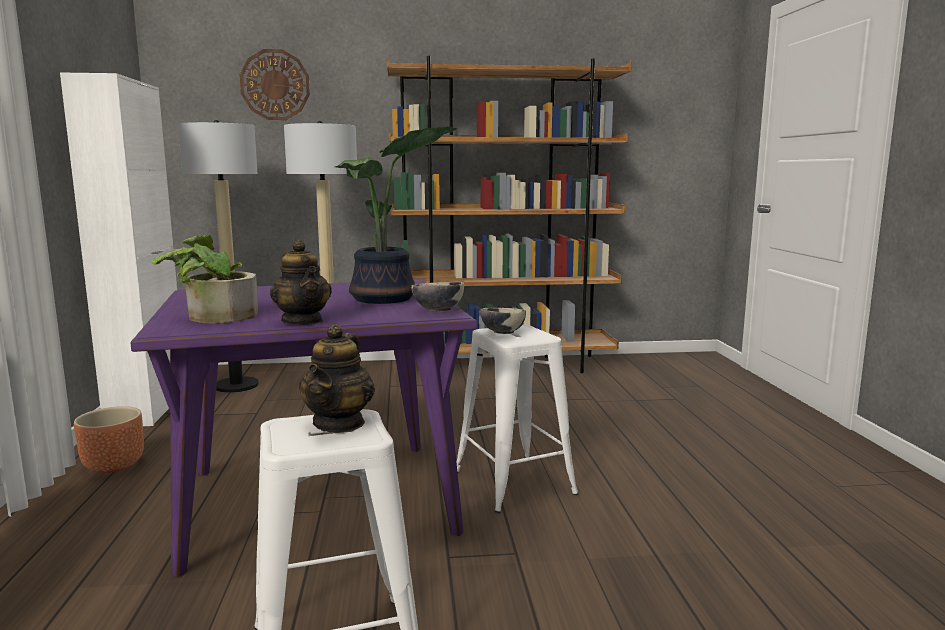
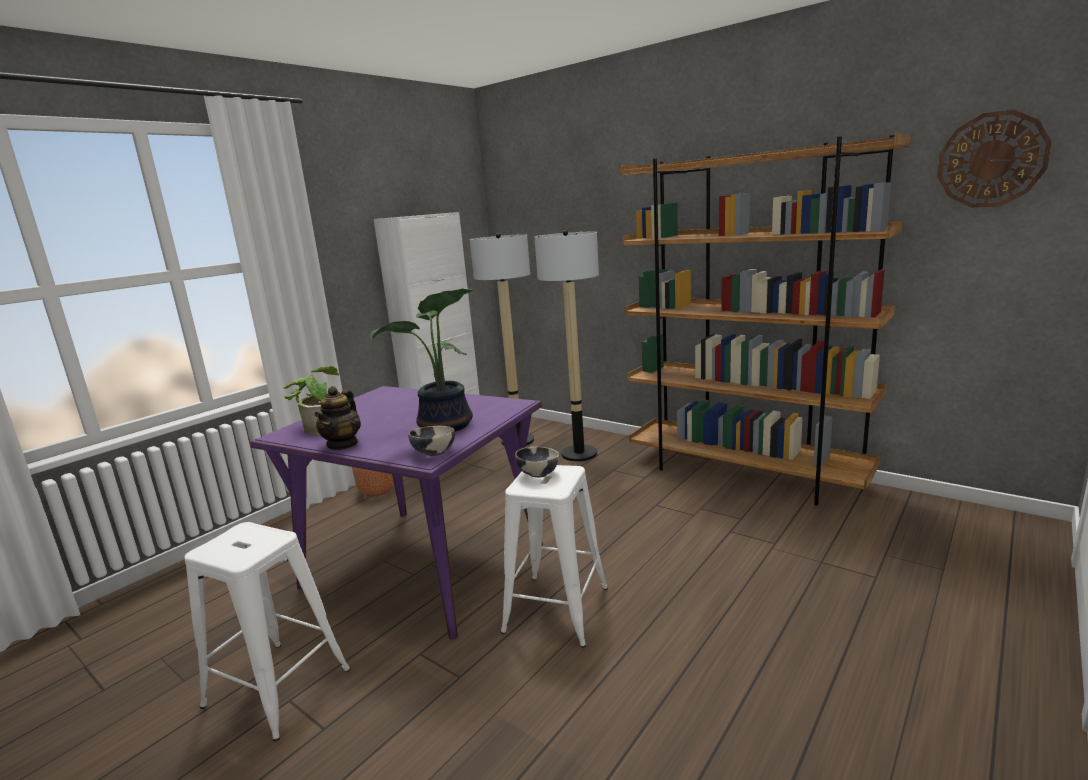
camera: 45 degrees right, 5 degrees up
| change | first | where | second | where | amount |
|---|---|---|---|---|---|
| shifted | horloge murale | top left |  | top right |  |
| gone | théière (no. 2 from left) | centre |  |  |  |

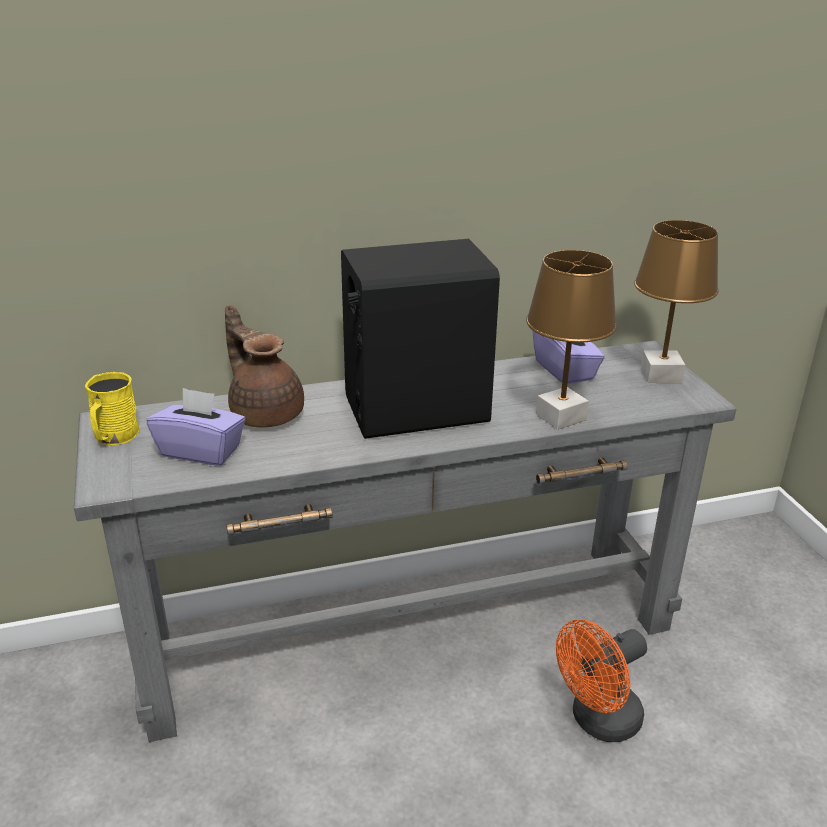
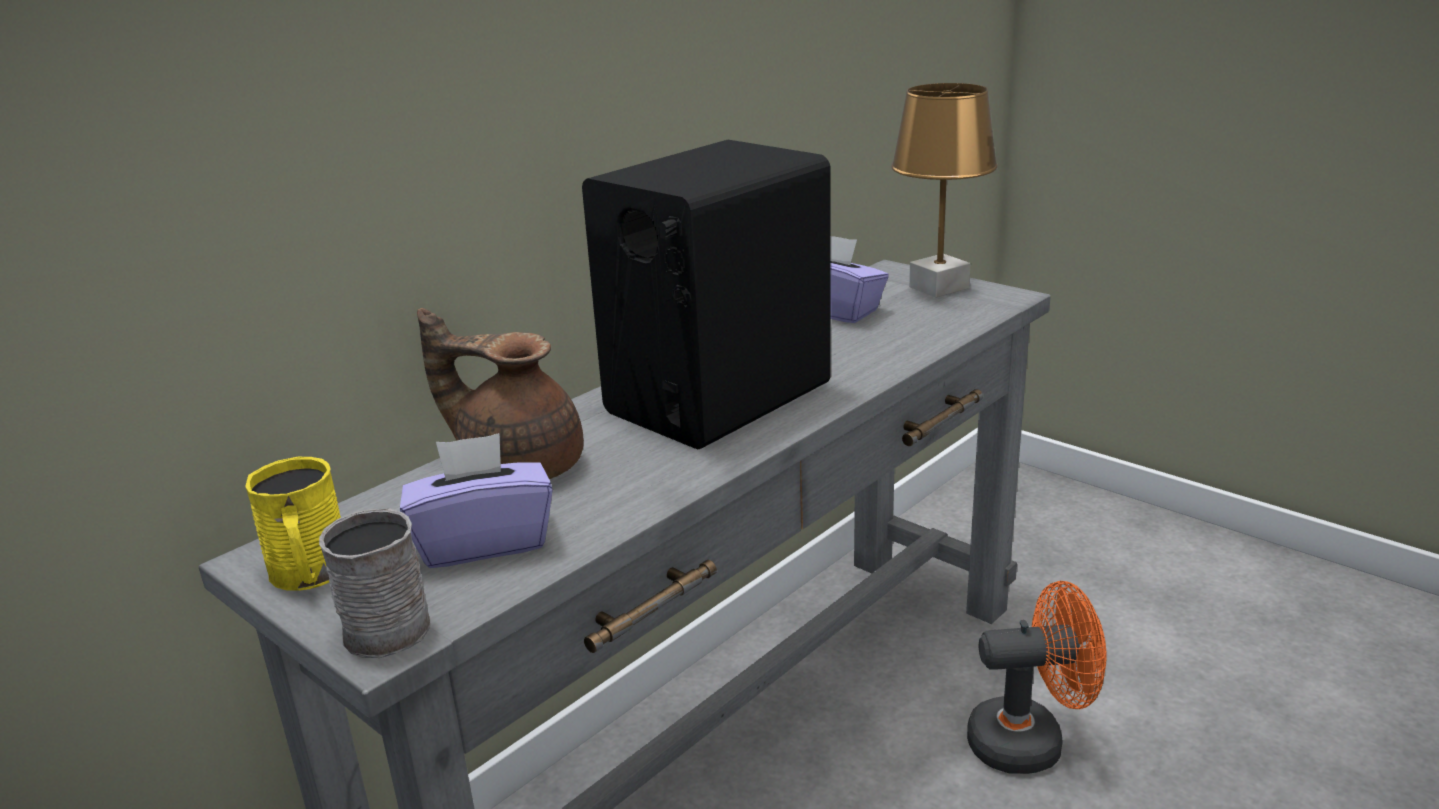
camera: 30 degrees left, 5 degrees down
| change | first | where | second | where | amount |
|---|---|---|---|---|---|
| gone | lampe de table [marron] (no. 1 from left) | middle right |  |  |  |
| rotated | ventilateur [orange] | bottom right |  | bottom right | 120 degrees counterclockwise |
| new |  |  | mug [gris] | bottom left |  |

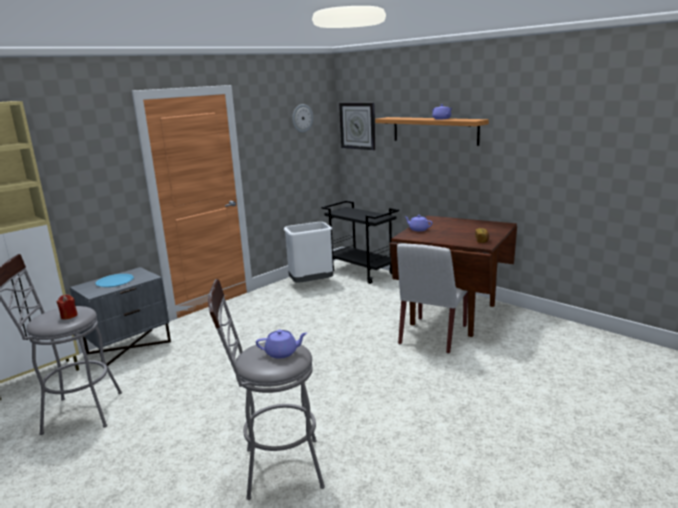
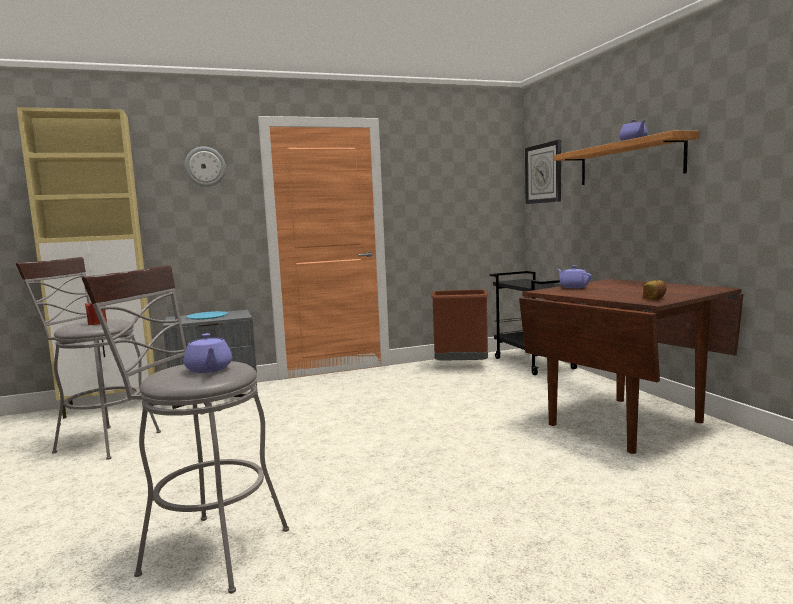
camera: 25 degrees right, 10 degrees down
| change | first | where | second | where | amount |
|---|---|---|---|---|---|
| shifted | horloge murale (no. 1 from left) | top centre |  | top left |  |
| repainted | poubelle [blanc] | centre | poubelle [marron] | centre |  |
| gone | chaise [blanc] | centre |  |  |  |
| rotated | théière [violet] (no. 1 from left) | bottom centre |  | middle left | 45 degrees clockwise |

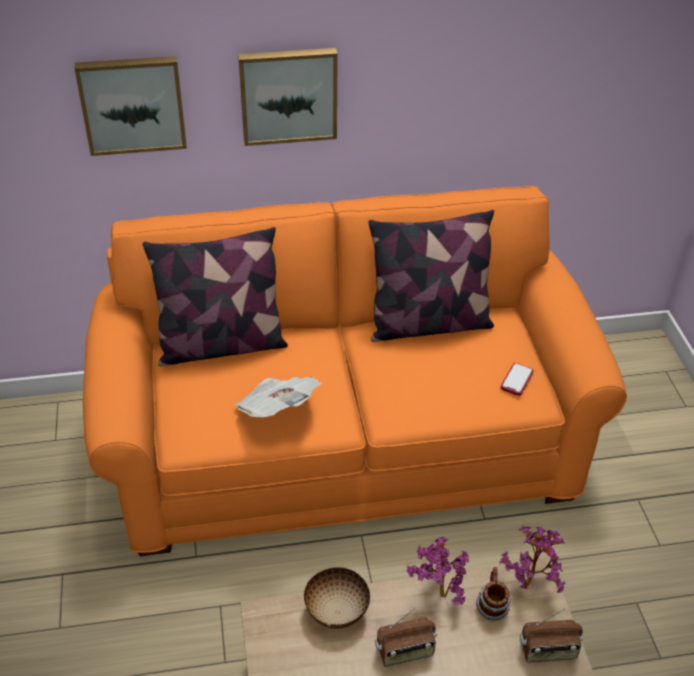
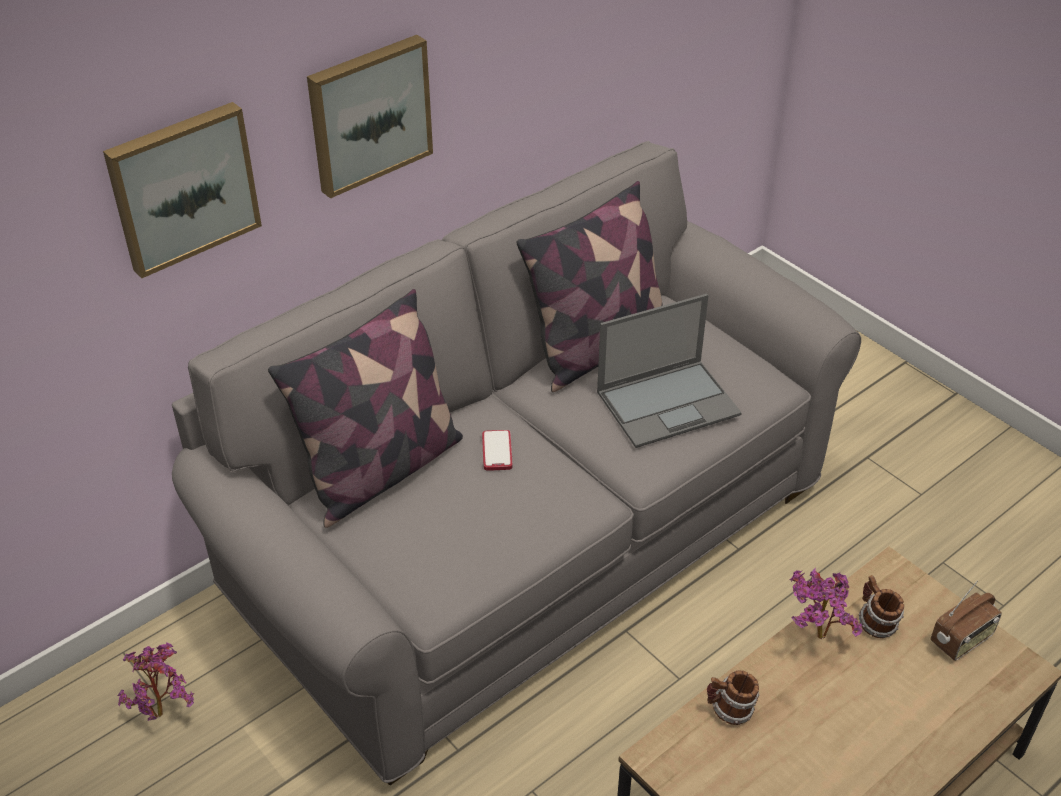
camera: 30 degrees left, 0 degrees up
| change | first | where | second | where | amount |
|---|---|---|---|---|---|
| repainted | canapé [orange] | centre | canapé [gris] | centre |  |
| shifted | téléphone | middle right |  | centre |  |
| gone | journal | centre |  |  |  |
| shifted | plante en pot (no. 2 from left in the first image) | bottom right | plante en pot (no. 1 from left) | bottom left |  |
| swapped | bol | bottom centre | mug (no. 1 from left) | bottom right |  |
| gone | radio (no. 1 from left) | bottom centre |  |  |  |
| new |  |  | ordinateur portable | centre |  |

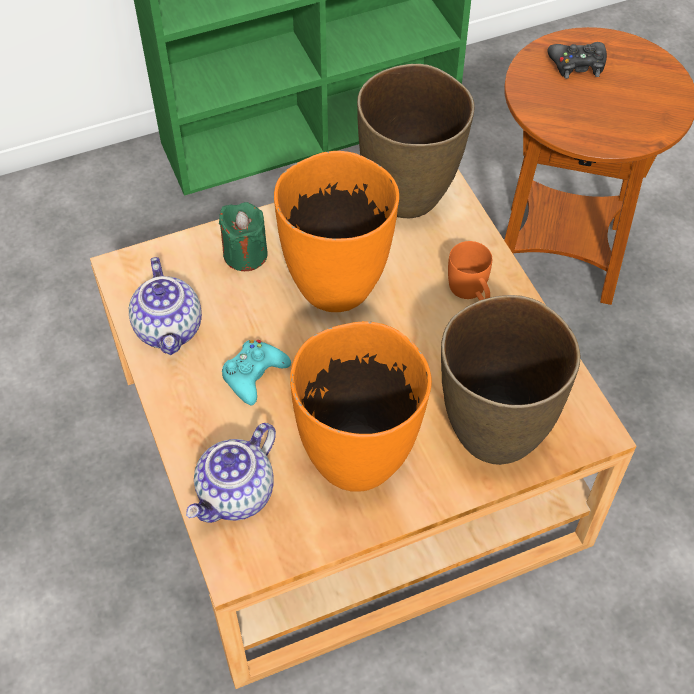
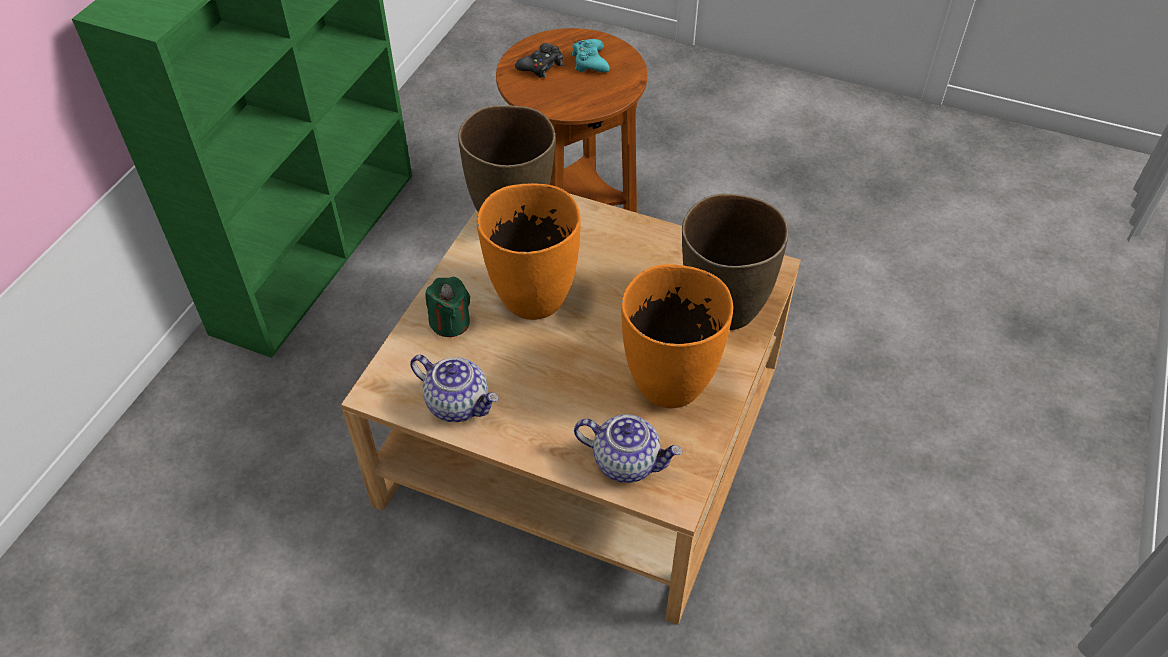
camera: 45 degrees left, 5 degrees down
| change | first | where | second | where | amount |
|---|---|---|---|---|---|
| gone | mug [orange] | middle right |  |  |  |
| shifted | manette [turquoise] | centre |  | top centre |  |
| rotated | théière (no. 2 from left) | bottom left |  | bottom centre | 60 degrees counterclockwise |

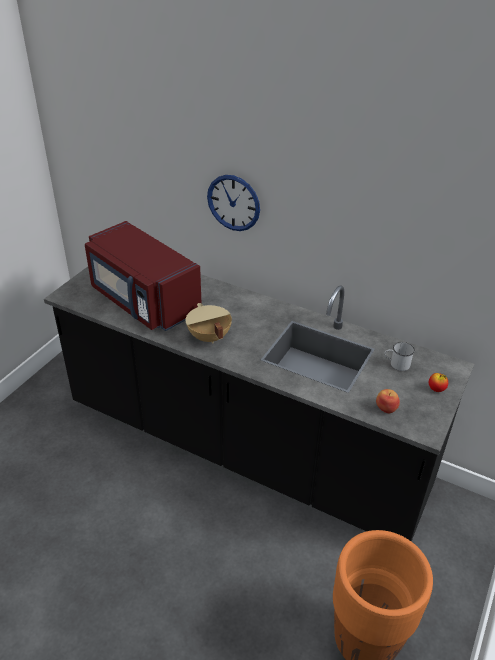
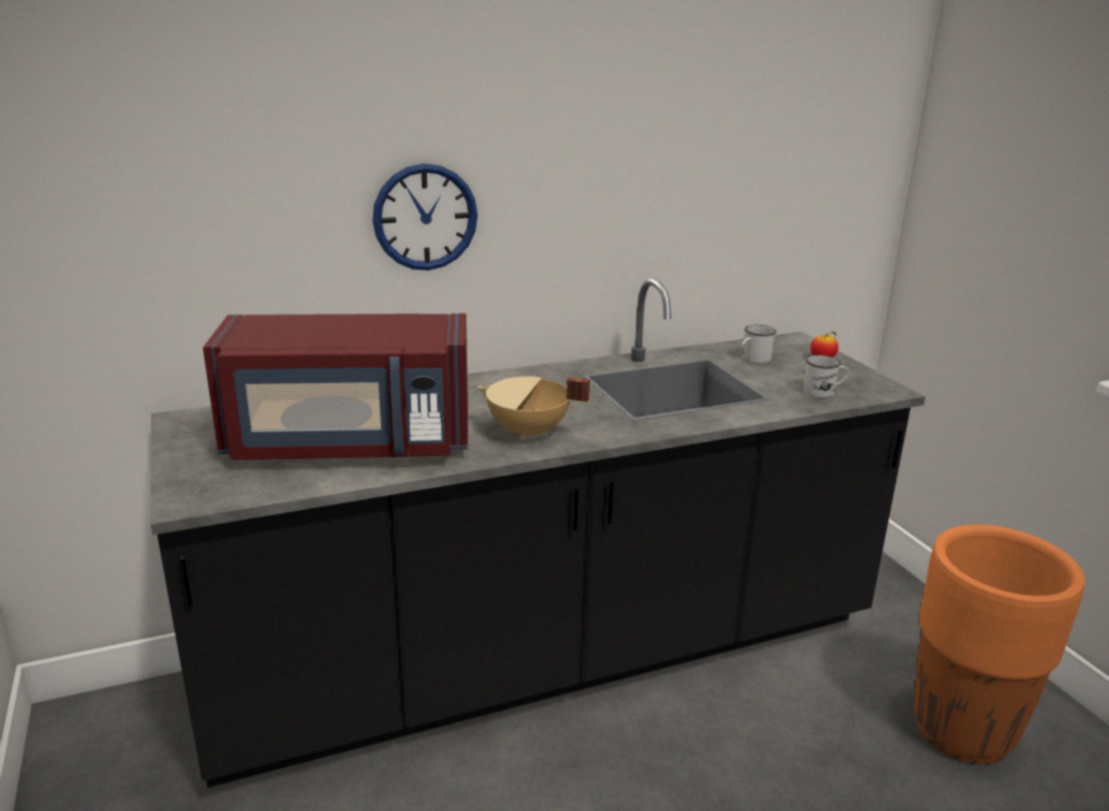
camera: 50 degrees left, 15 degrees down
| change | first | where | second | where | amount |
|---|---|---|---|---|---|
| swapped | pomme (no. 1 from left) | middle right | mug [blanc] (no. 2 from left) | middle right |  |

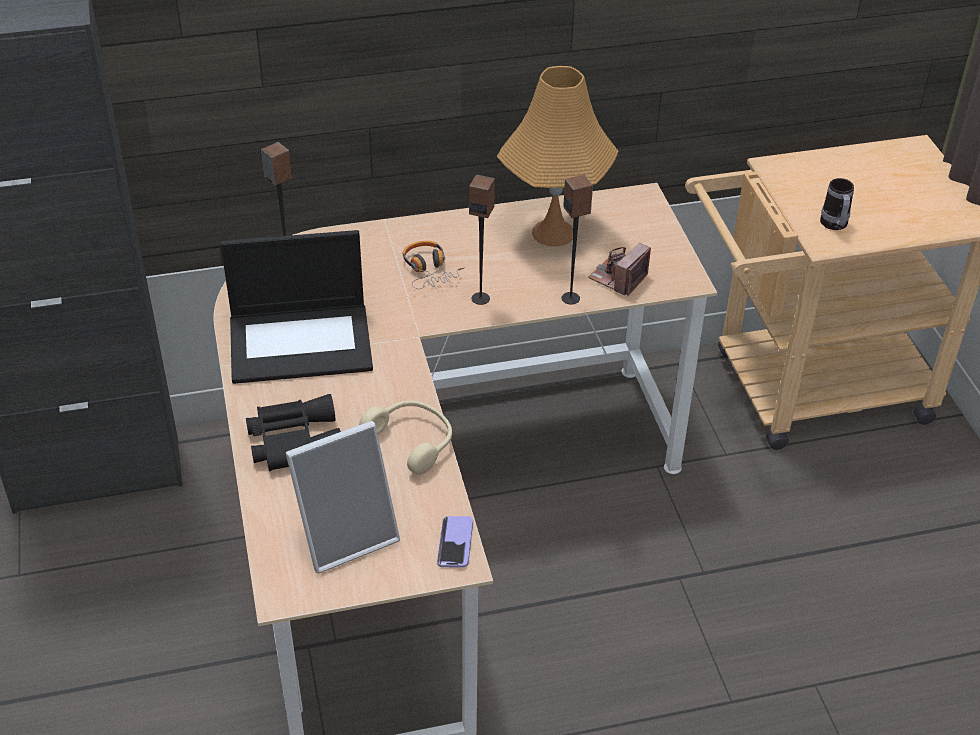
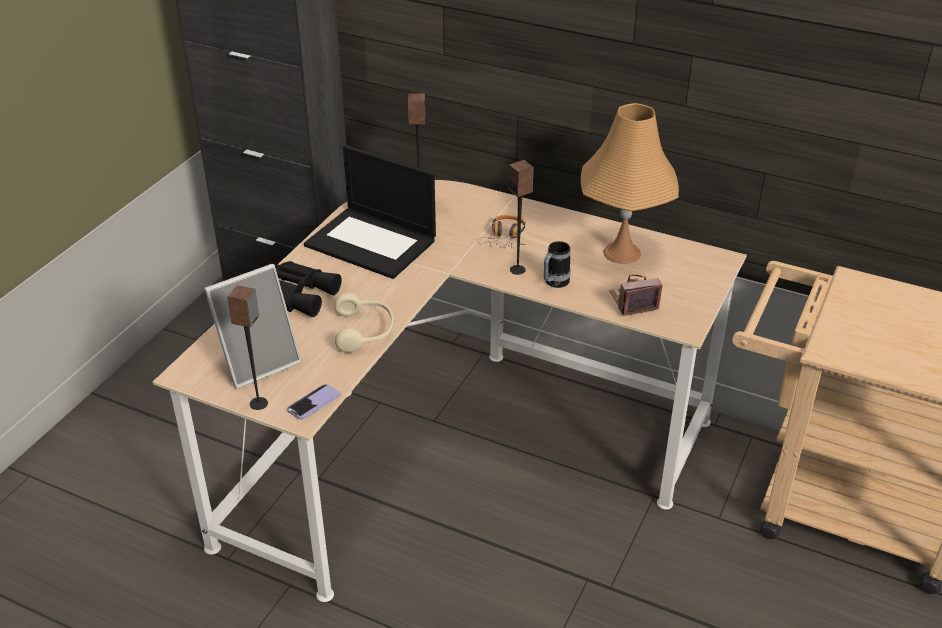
camera: 40 degrees right, 5 degrees down
| change | first | where | second | where | amount |
|---|---|---|---|---|---|
| shifted | enceinte (no. 3 from left in the first image) | top centre | enceinte (no. 1 from left) | middle left |  |
| shifted | mug | top right |  | centre |  |
| rotated | cadre photo | bottom centre |  | middle left | 45 degrees counterclockwise |

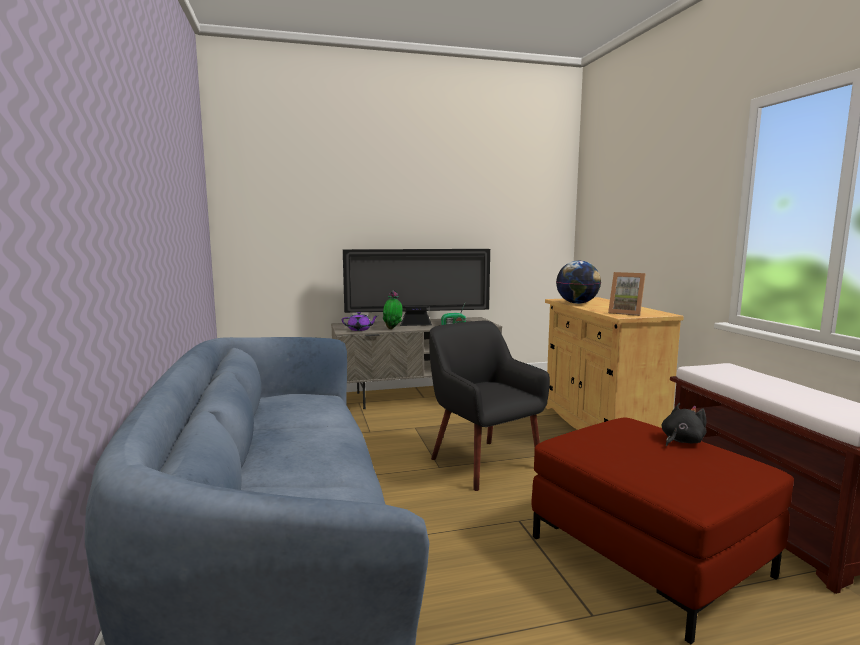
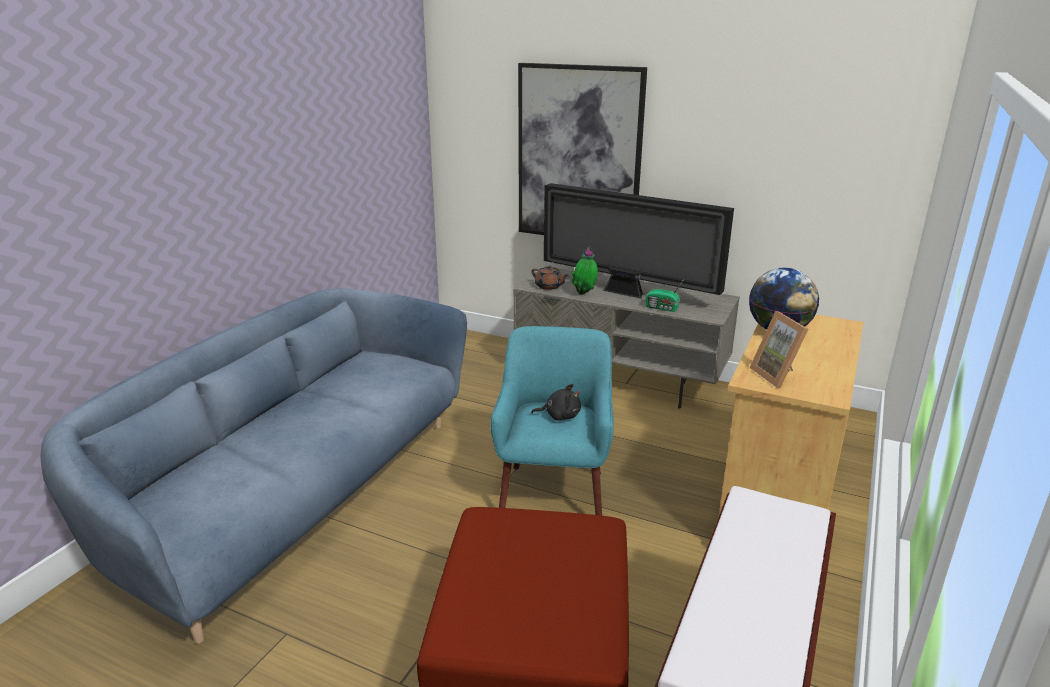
camera: 40 degrees right, 15 degrees up
| change | first | where | second | where | amount |
|---|---|---|---|---|---|
| repainted | théière [violet] | centre | théière [marron] | centre |  |
| repainted | fauteuil [noir] | centre | fauteuil [turquoise] | centre |  |
| shifted | peluche [noir] | middle right |  | centre |  |
| new |  |  | tableau | top centre |  |

